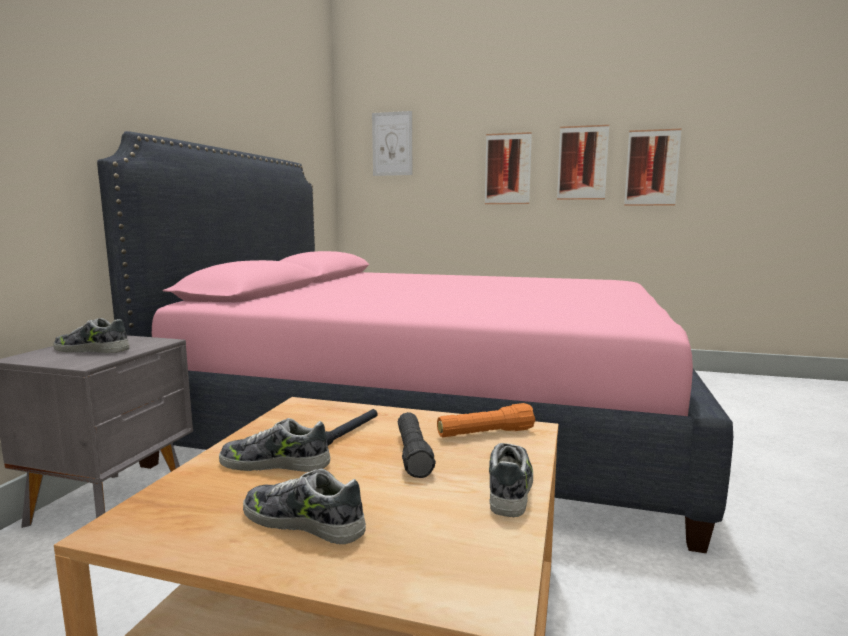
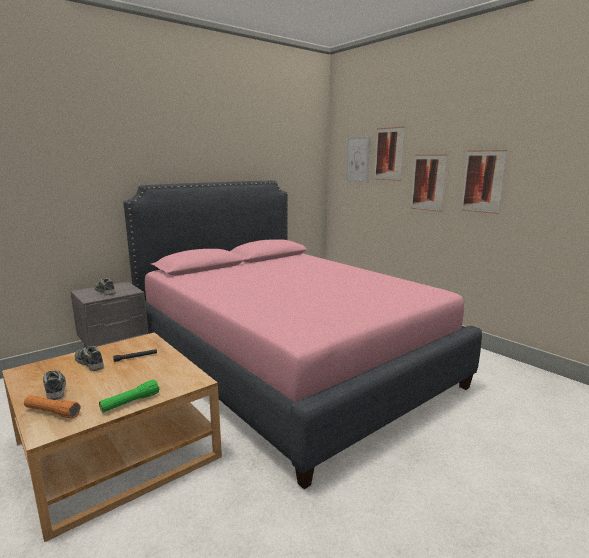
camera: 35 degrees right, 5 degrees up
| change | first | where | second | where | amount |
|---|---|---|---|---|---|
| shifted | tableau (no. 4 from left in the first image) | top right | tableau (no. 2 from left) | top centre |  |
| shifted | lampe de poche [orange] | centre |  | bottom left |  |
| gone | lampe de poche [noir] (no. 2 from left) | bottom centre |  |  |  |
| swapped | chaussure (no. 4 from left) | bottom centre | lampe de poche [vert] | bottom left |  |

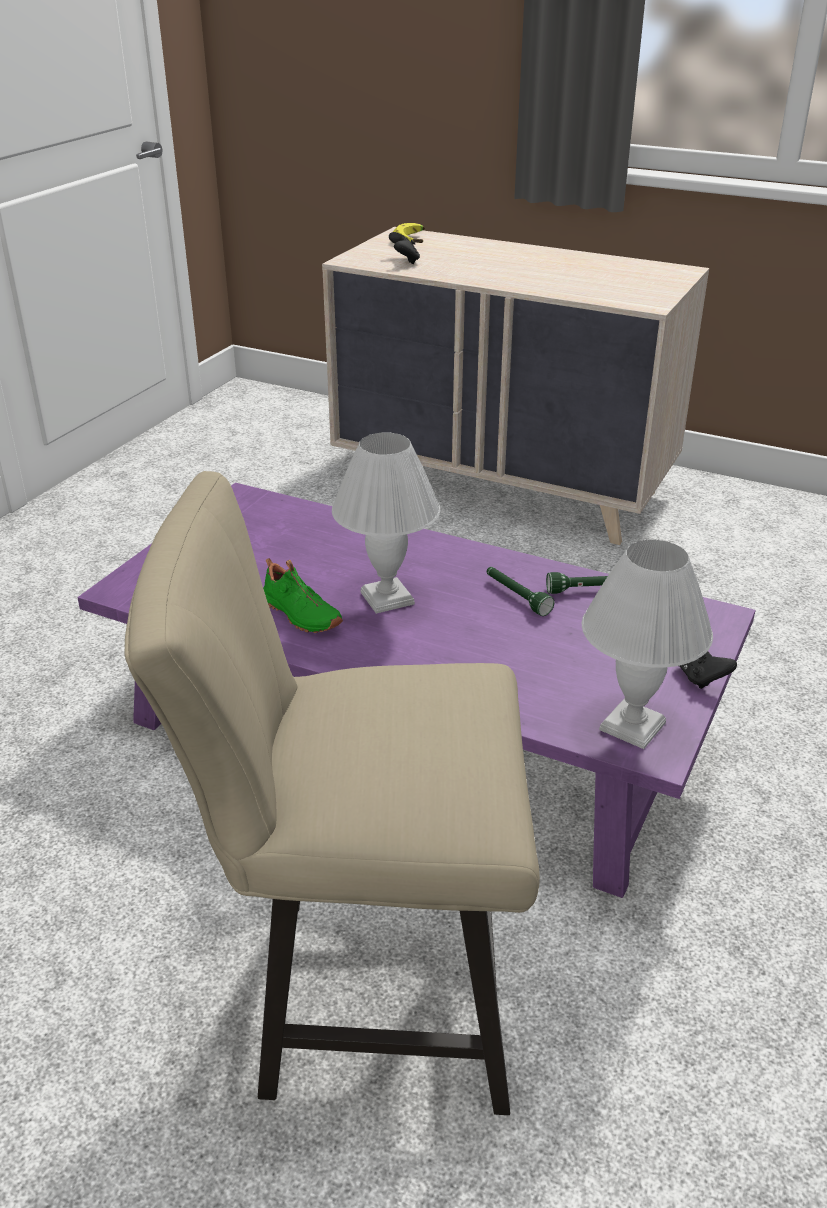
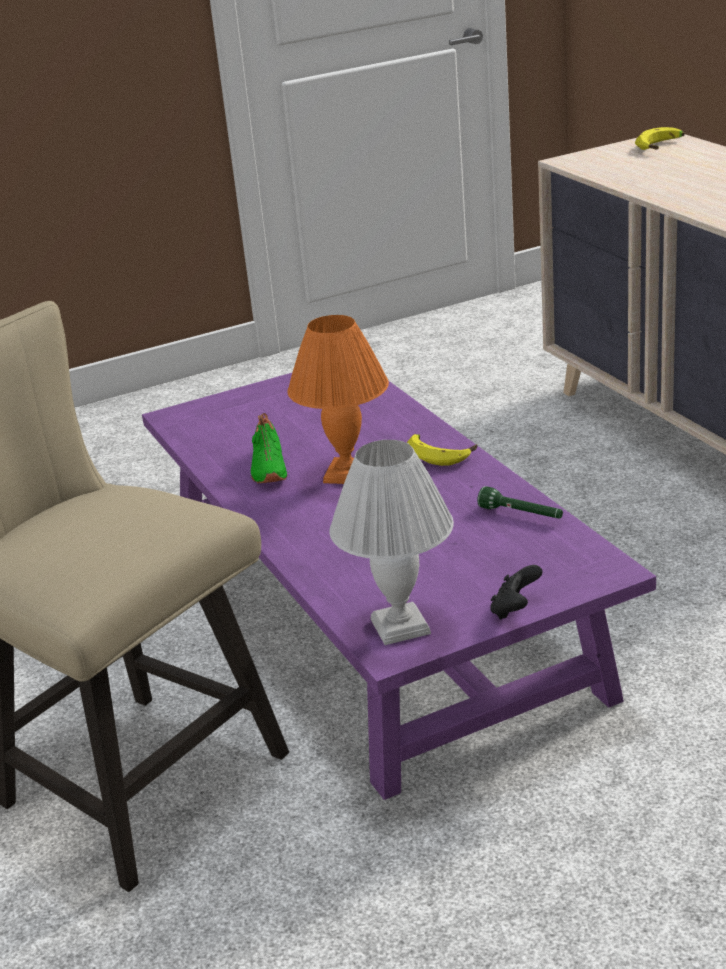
camera: 40 degrees right, 5 degrees down
| change | first | where | second | where | amount |
|---|---|---|---|---|---|
| gone | manette [noir] (no. 1 from left) | top centre |  |  |  |
| repainted | lampe de table [blanc] (no. 1 from left) | centre | lampe de table [orange] | centre |  |
| gone | lampe de poche [vert] (no. 1 from left) | centre |  |  |  |
| new |  |  | banane (no. 1 from left) | centre |  |

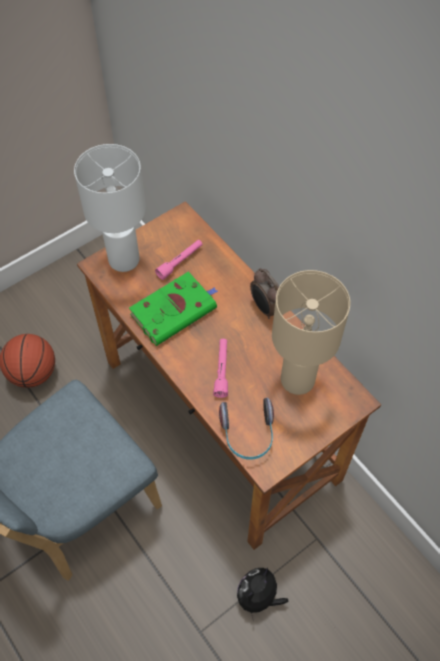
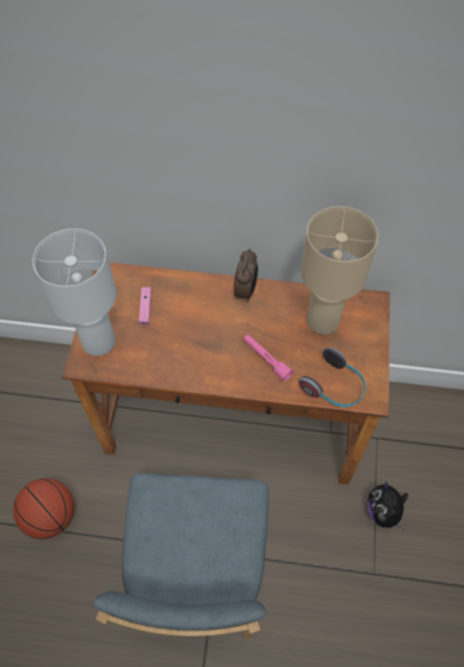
camera: 45 degrees left, 0 degrees up
| change | first | where | second | where | amount |
|---|---|---|---|---|---|
| swapped | lampe de poche [rose] (no. 1 from left) | centre | manette [rose] | middle left |  |
| rotated | réveil | centre |  | centre | 90 degrees counterclockwise |
| gone | livre [vert] | centre |  |  |  |

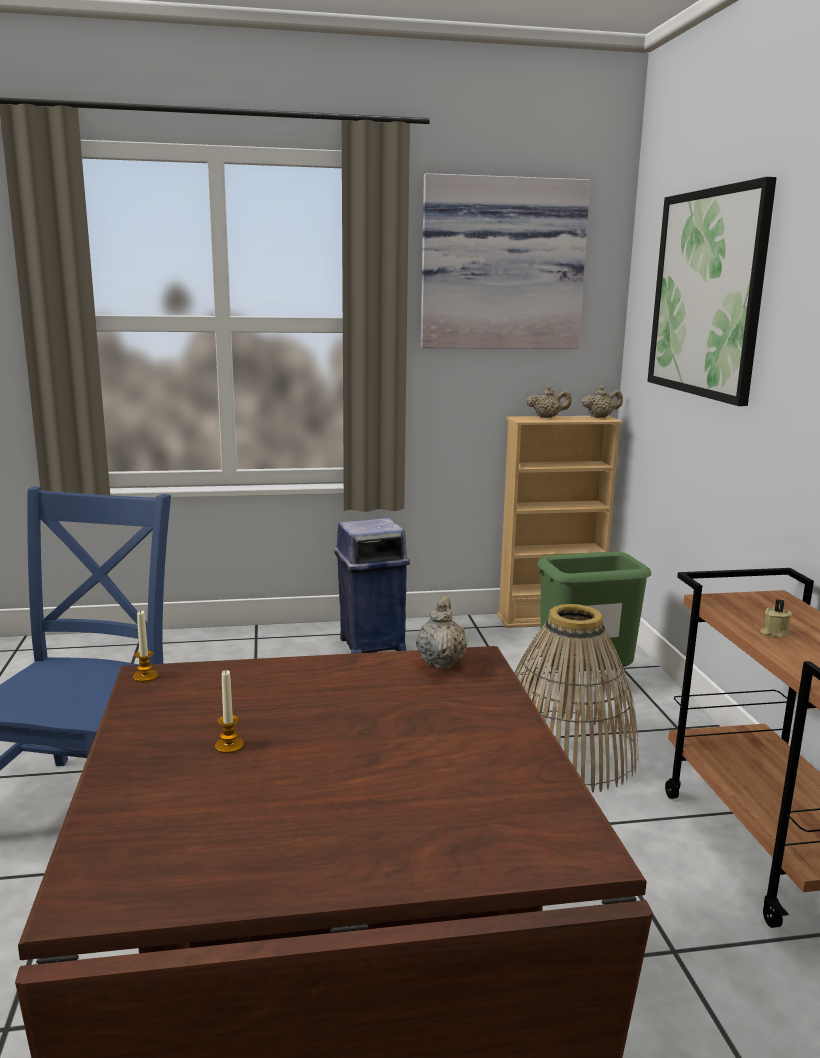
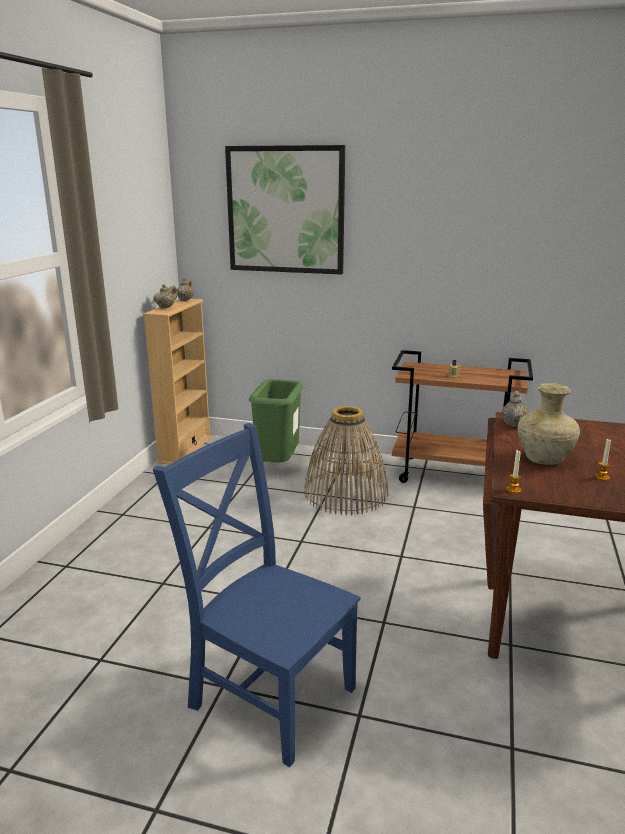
camera: 65 degrees left, 5 degrees up
| change | first | where | second | where | amount |
|---|---|---|---|---|---|
| gone | tableau (no. 1 from left) | top centre |  |  |  |
| gone | poubelle [bleu] | centre |  |  |  |
| rotated | théière [beige] (no. 1 from left in the first image) | centre | théière [beige] (no. 3 from left) | middle right | 75 degrees clockwise |
| new |  |  | vase [beige] | middle right |  |

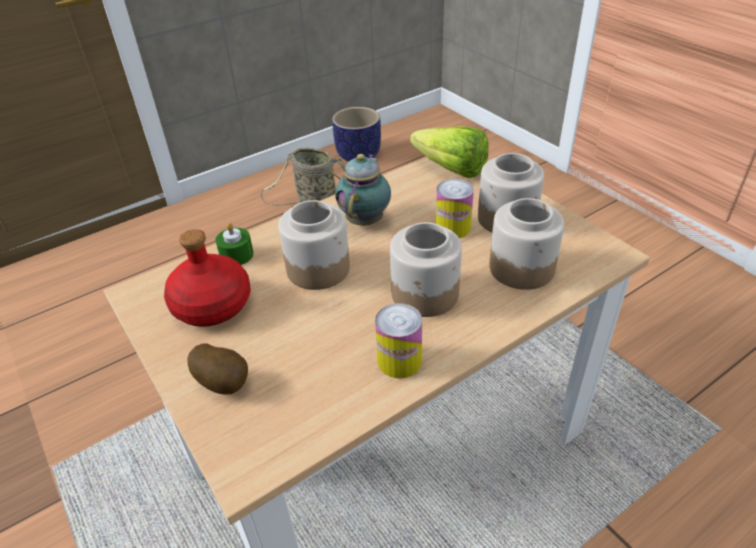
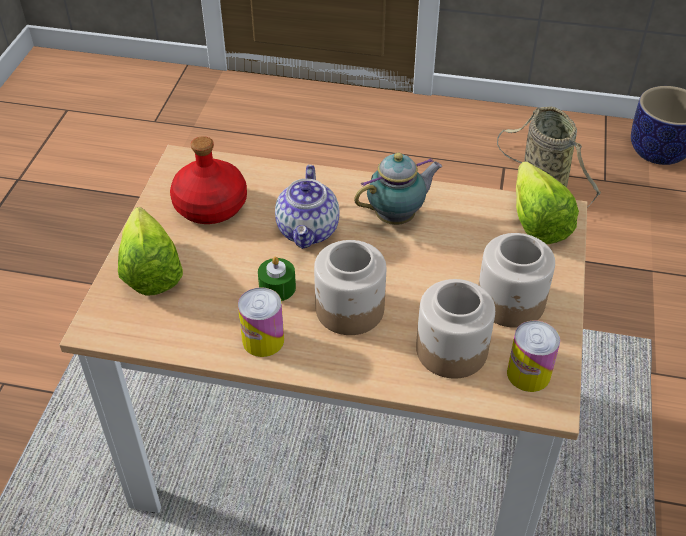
camera: 45 degrees right, 5 degrees up
| change | first | where | second | where | amount |
|---|---|---|---|---|---|
| shifted | boîte métallique (no. 2 from left) | centre |  | middle right |  |
| swapped | bocal (no. 1 from left) | centre | théière (no. 1 from left) | centre |  |
| shifted | bougie [vert] | middle left |  | centre |  |
| swapped | pomme de terre | bottom left | laitue (no. 1 from left) | middle left |  |

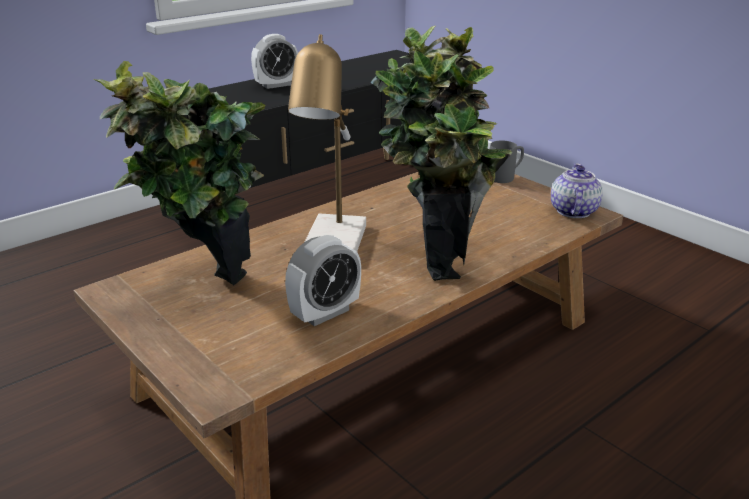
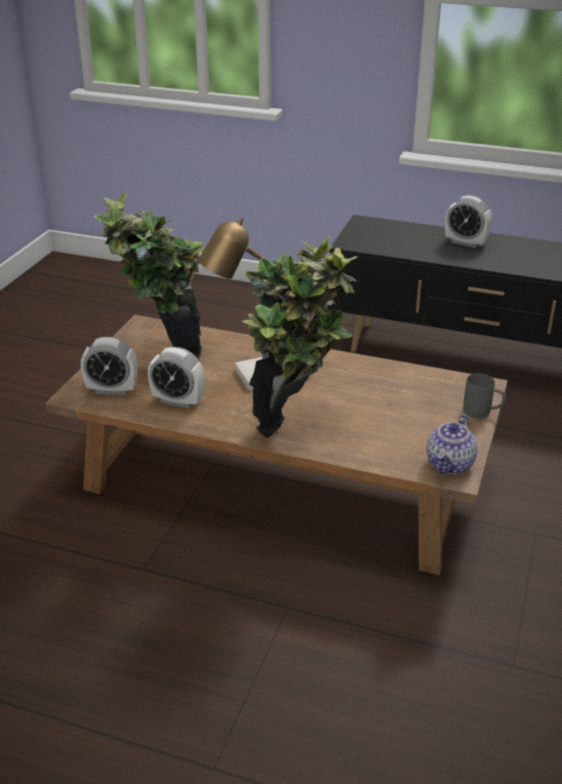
camera: 60 degrees right, 5 degrees up
| change | first | where | second | where | amount |
|---|---|---|---|---|---|
| rotated | théière | middle right |  | middle right | 135 degrees clockwise |
| new |  |  | réveil (no. 1 from left) | middle left |  |

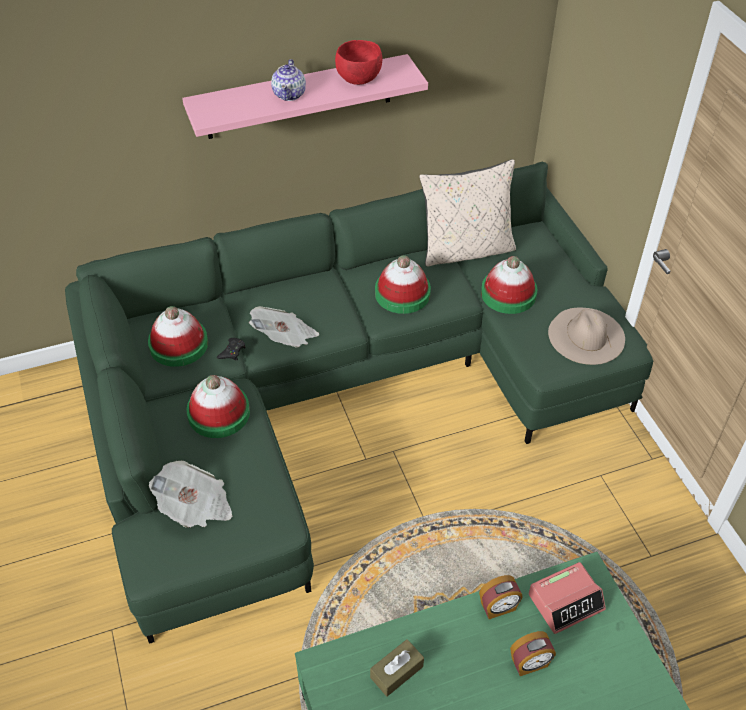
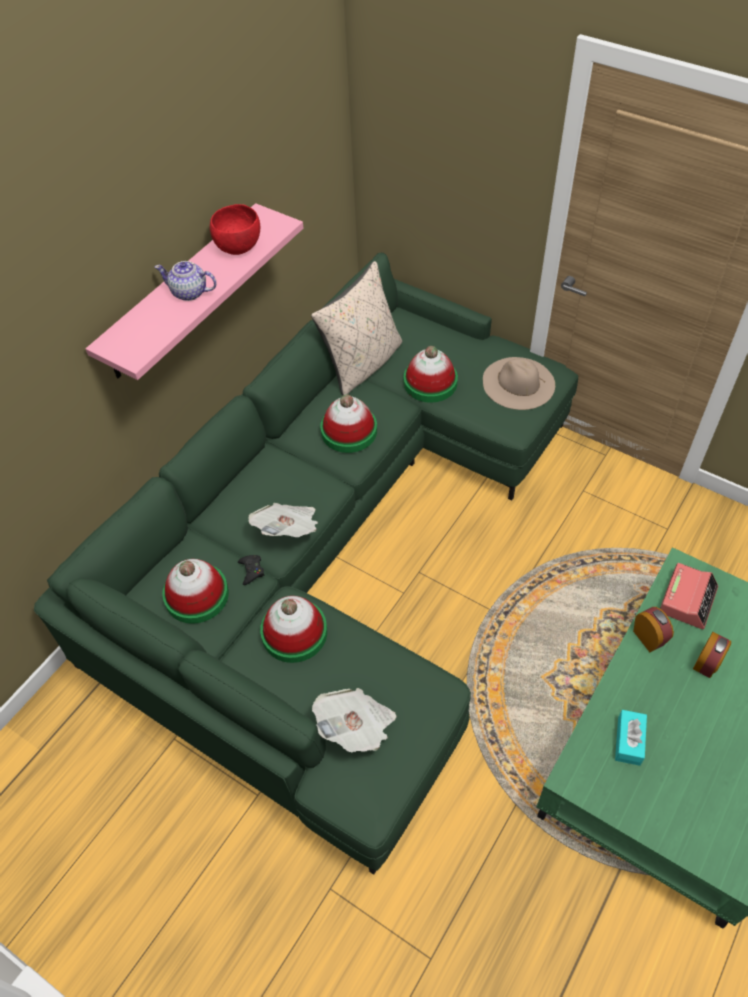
camera: 35 degrees left, 5 degrees up
| change | first | where | second | where | amount |
|---|---|---|---|---|---|
| rotated | théière | top centre |  | top left | 135 degrees clockwise |
| rotated | réveil (no. 1 from left) | bottom right |  | middle right | 60 degrees counterclockwise |
| repainted | boîte à mouchoirs [marron] | bottom centre | boîte à mouchoirs [turquoise] | bottom right |  |

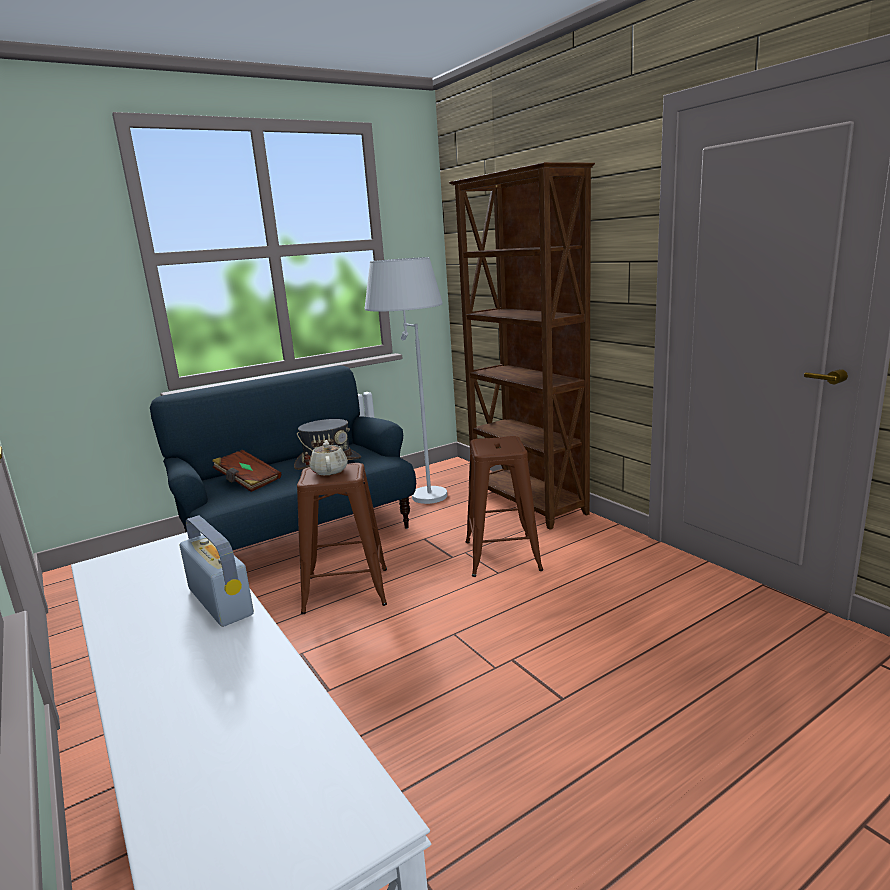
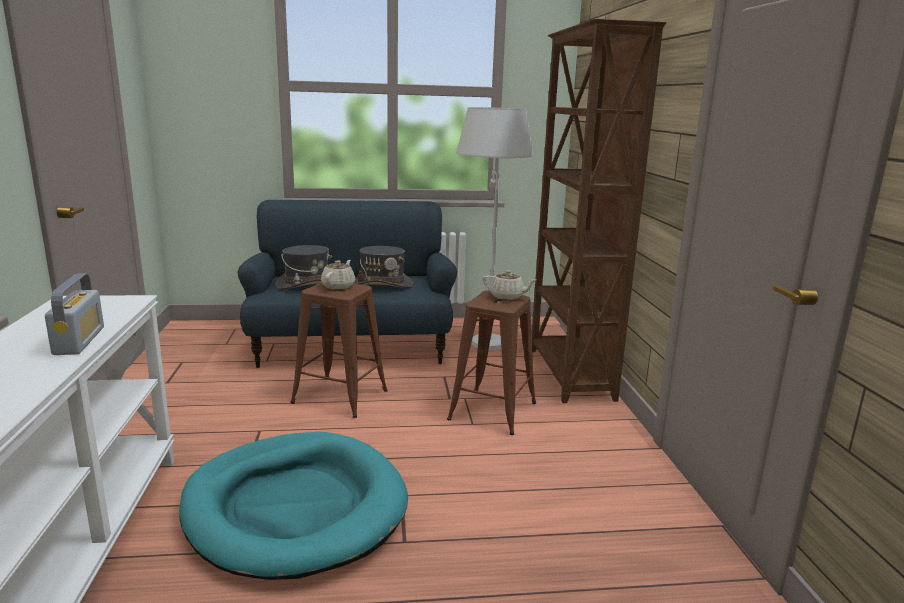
camera: 25 degrees right, 0 degrees up
| change | first | where | second | where | amount |
|---|---|---|---|---|---|
| swapped | livre [marron] | middle left | chapeau [gris] (no. 1 from left) | centre |  |
| new |  |  | théière [beige] (no. 2 from left) | centre |  |
| new |  |  | panier pour chien [turquoise] | bottom left |  |

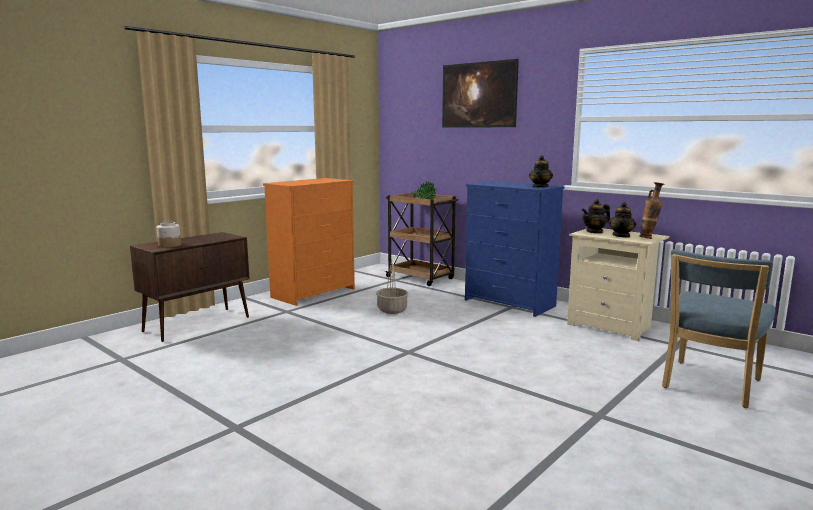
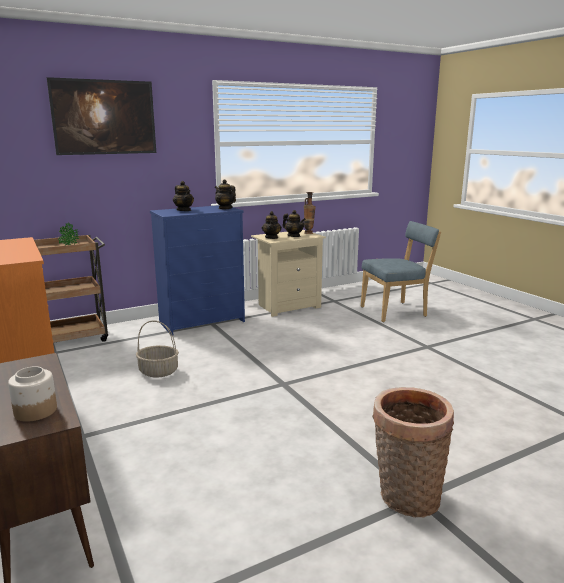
camera: 70 degrees left, 5 degrees up
| change | first | where | second | where | amount |
|---|---|---|---|---|---|
| rotated | chaise [bleu] | middle right |  | middle right | 75 degrees counterclockwise |
| new |  |  | théière (no. 1 from left) | middle left |  |
| new |  |  | panier (no. 2 from left) | bottom right |  |

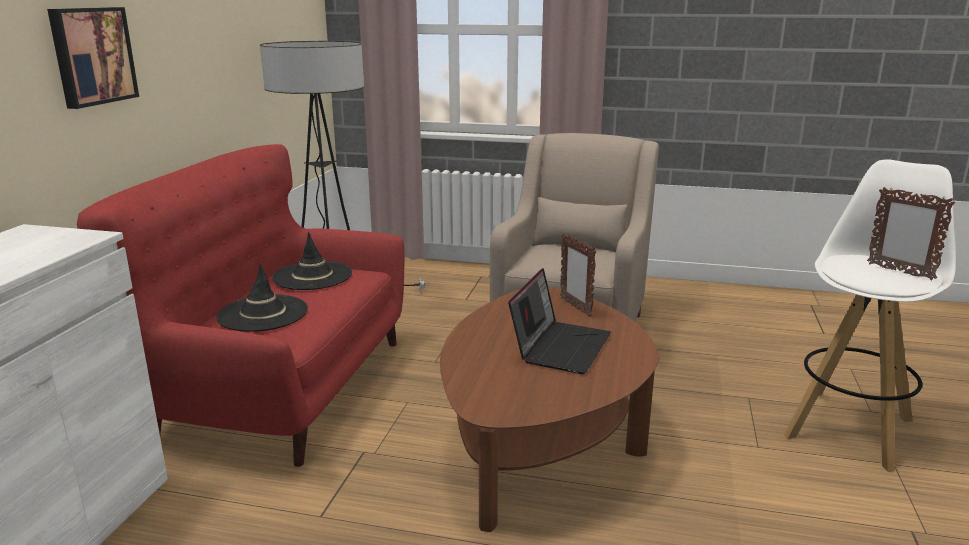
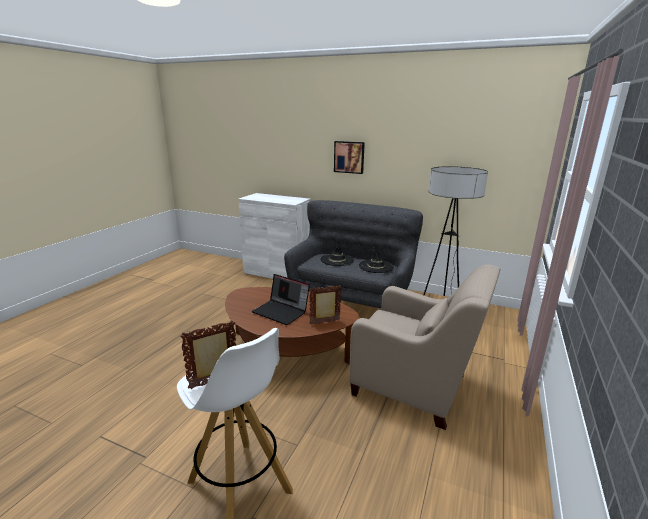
camera: 100 degrees right, 0 degrees up
| change | first | where | second | where | amount |
|---|---|---|---|---|---|
| repainted | canapé [rouge] | middle left | canapé [gris] | centre |  |

